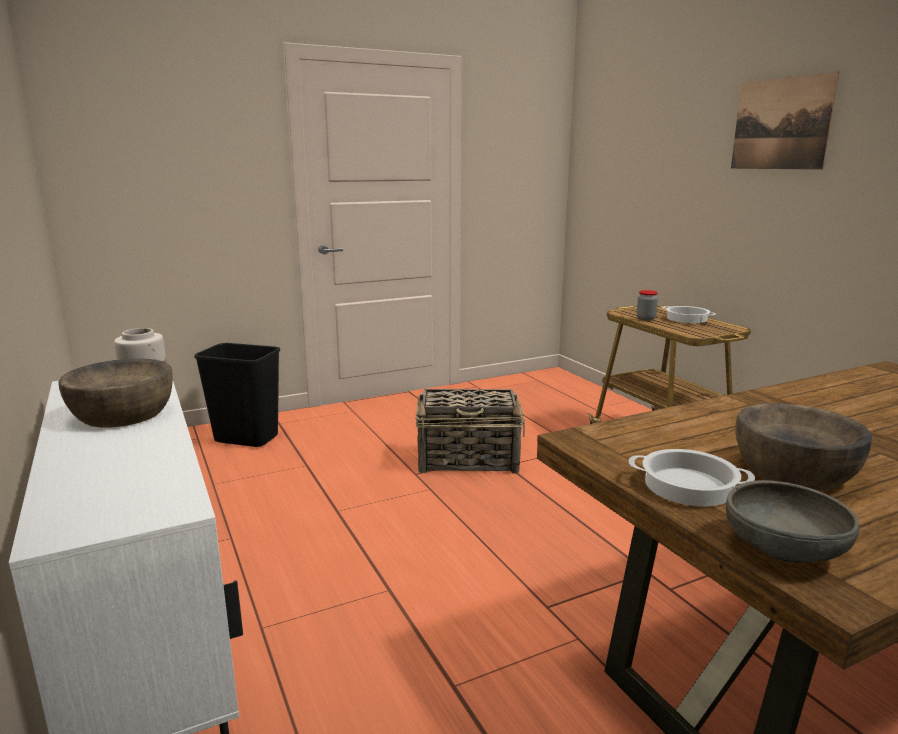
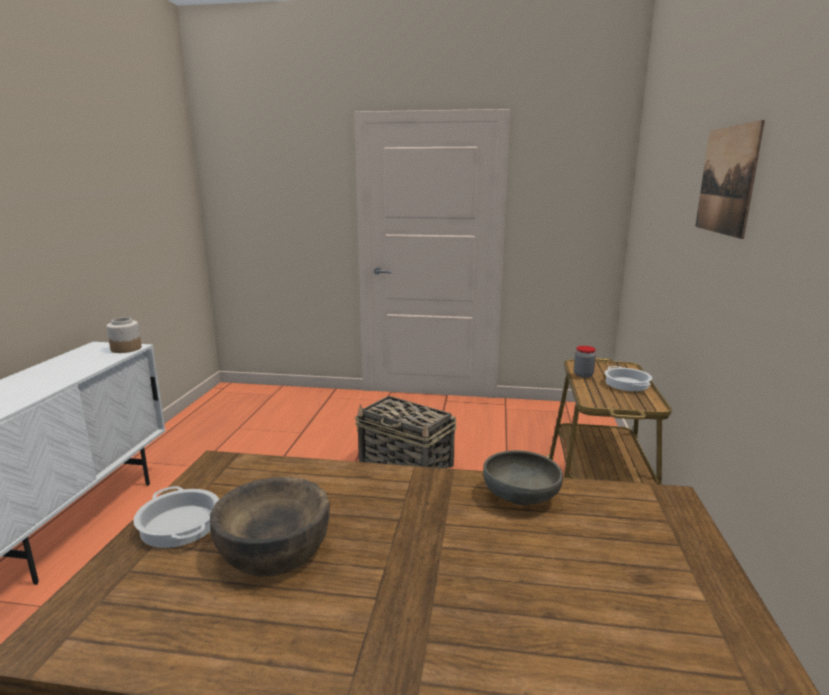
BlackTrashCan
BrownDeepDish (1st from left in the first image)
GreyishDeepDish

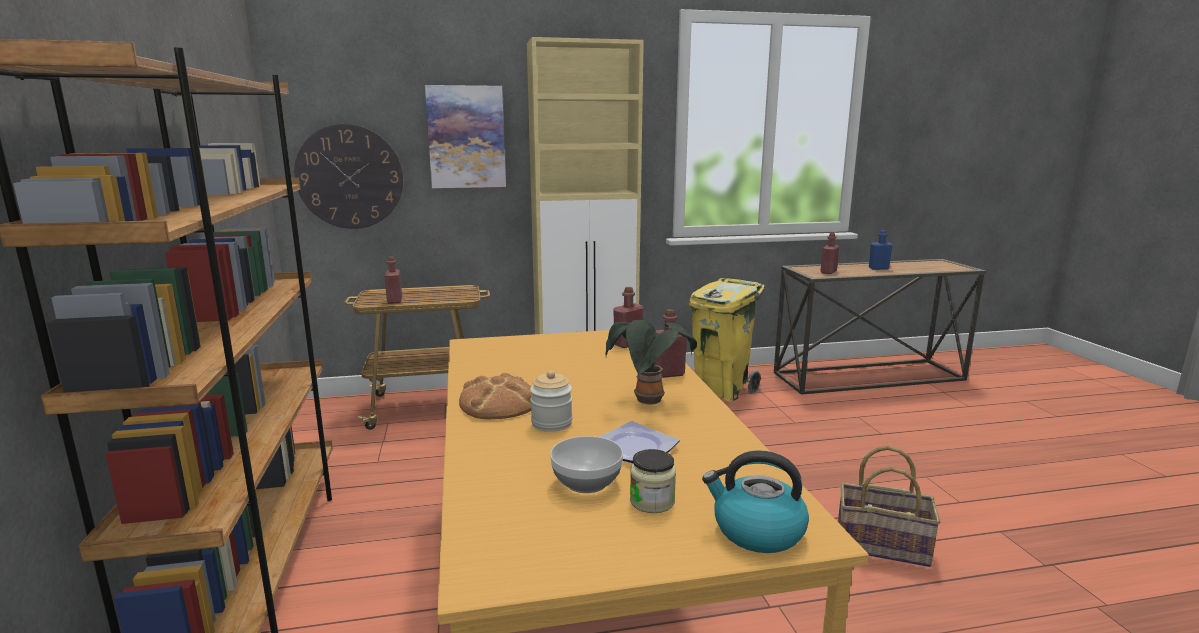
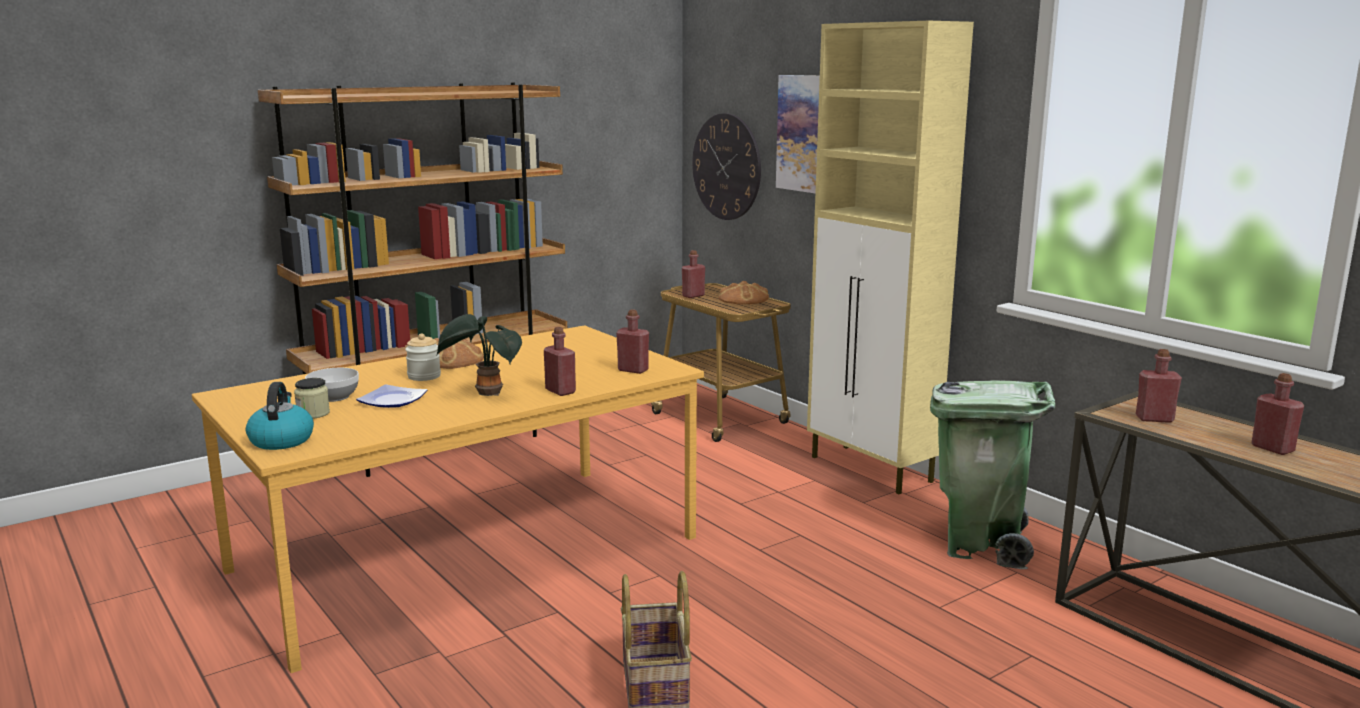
ReddishBottle (5th from left)
GreenColouredTrashCan
BakeryBread (2nd from left)

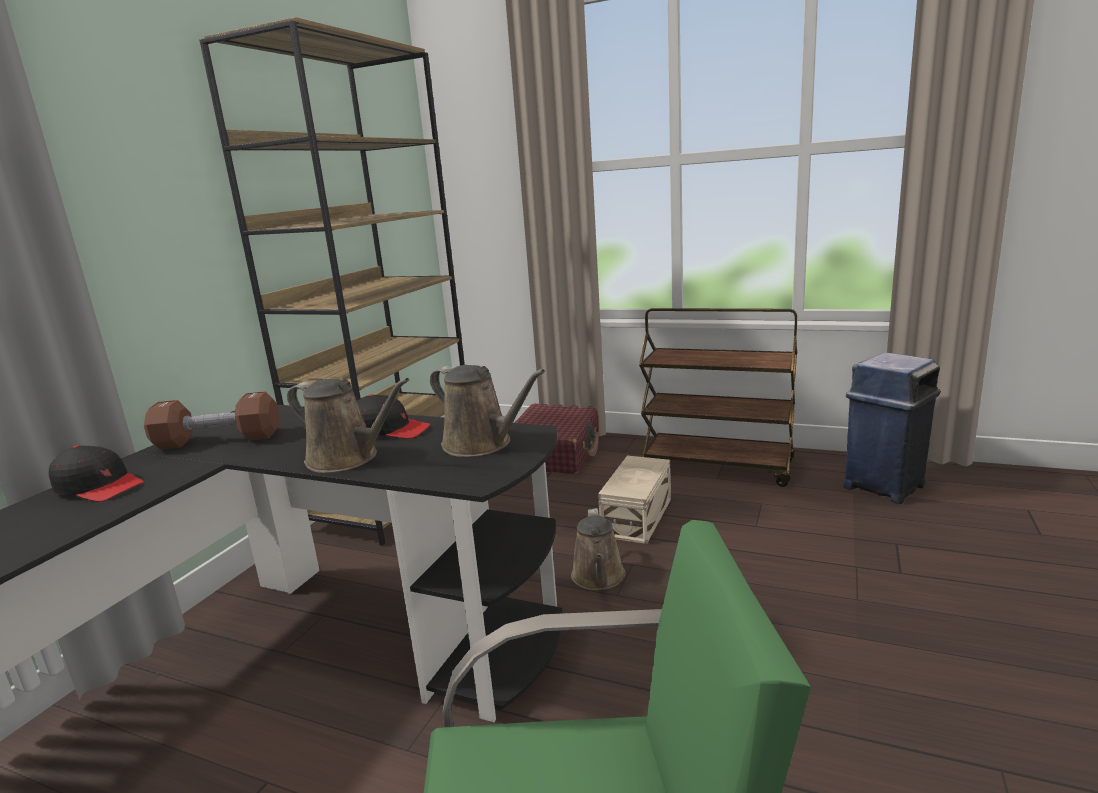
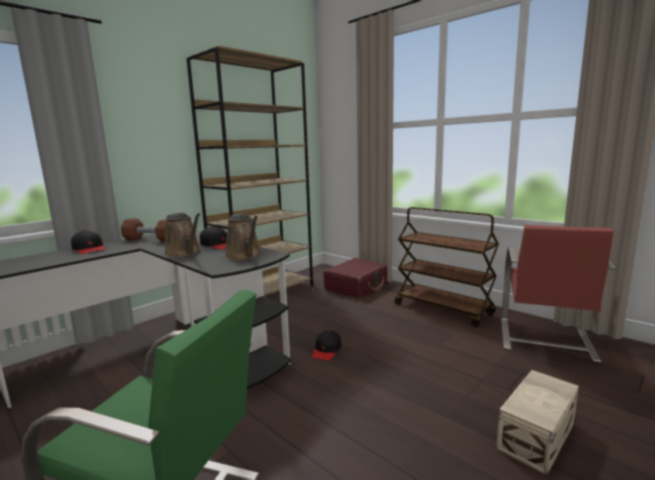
ReddishPlainChair
BeigeColouredStorageBox
BlackCap (3rd from left)

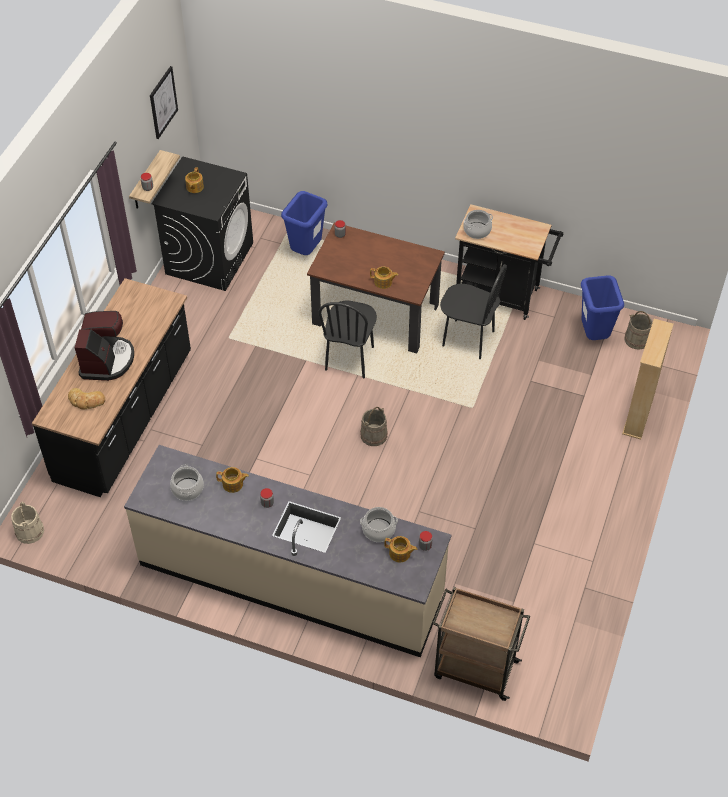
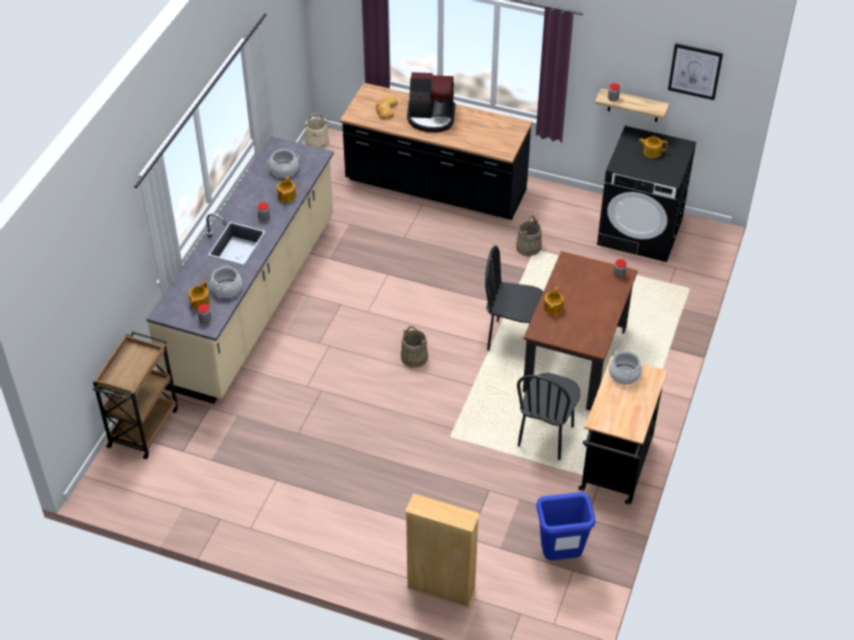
BluishTrashCan (1st from left in the first image)
BeigeColouredWaterBucket (3rd from left)

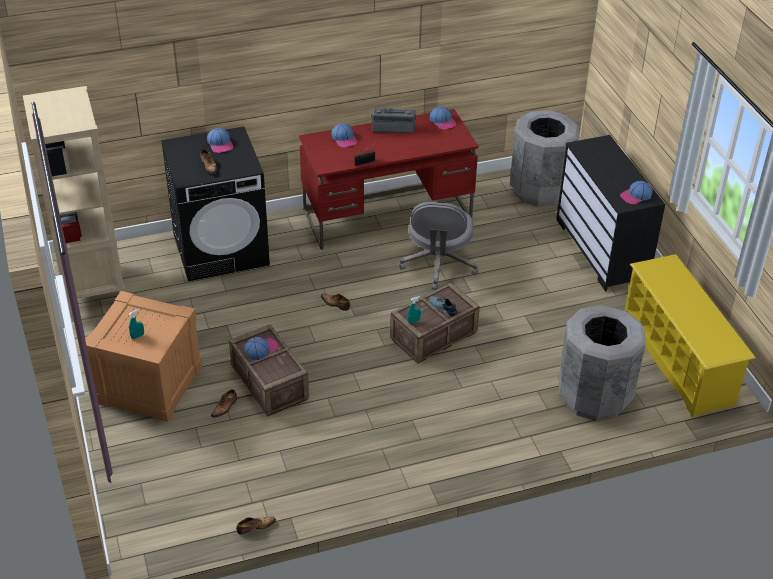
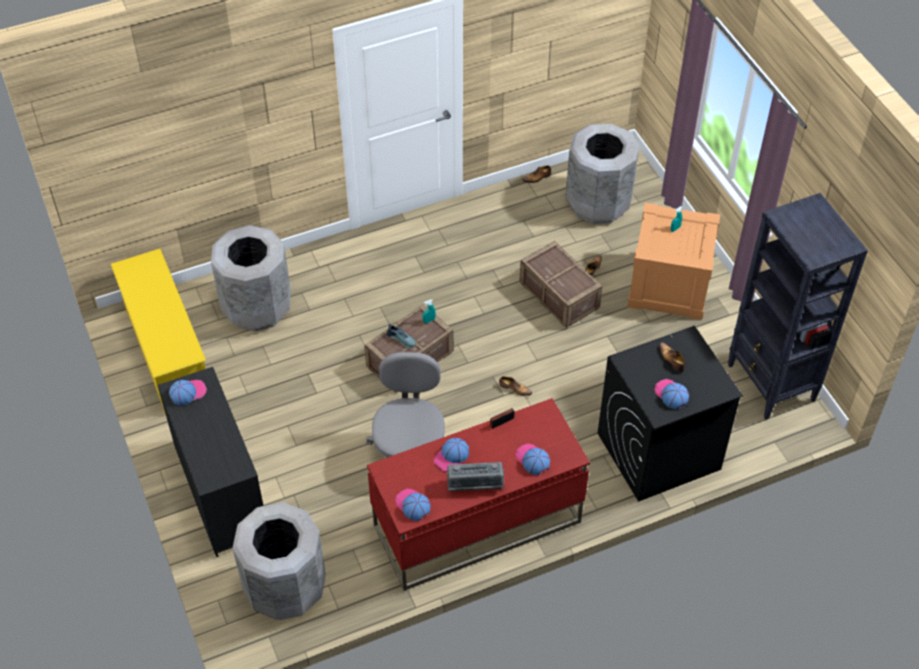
BlackBookcase
Cap (3rd from left)
GreyishTrashCan (3rd from left)

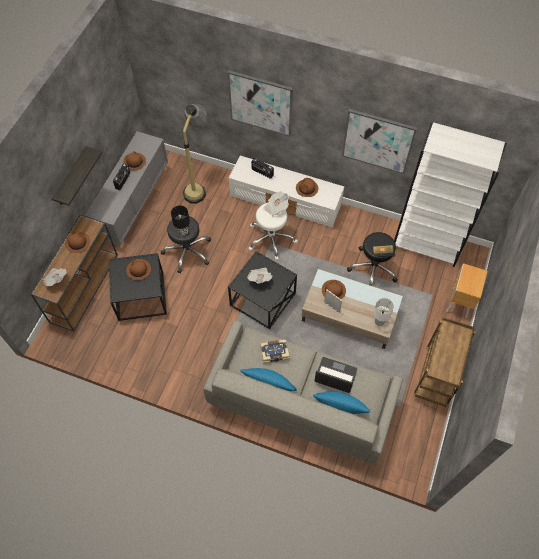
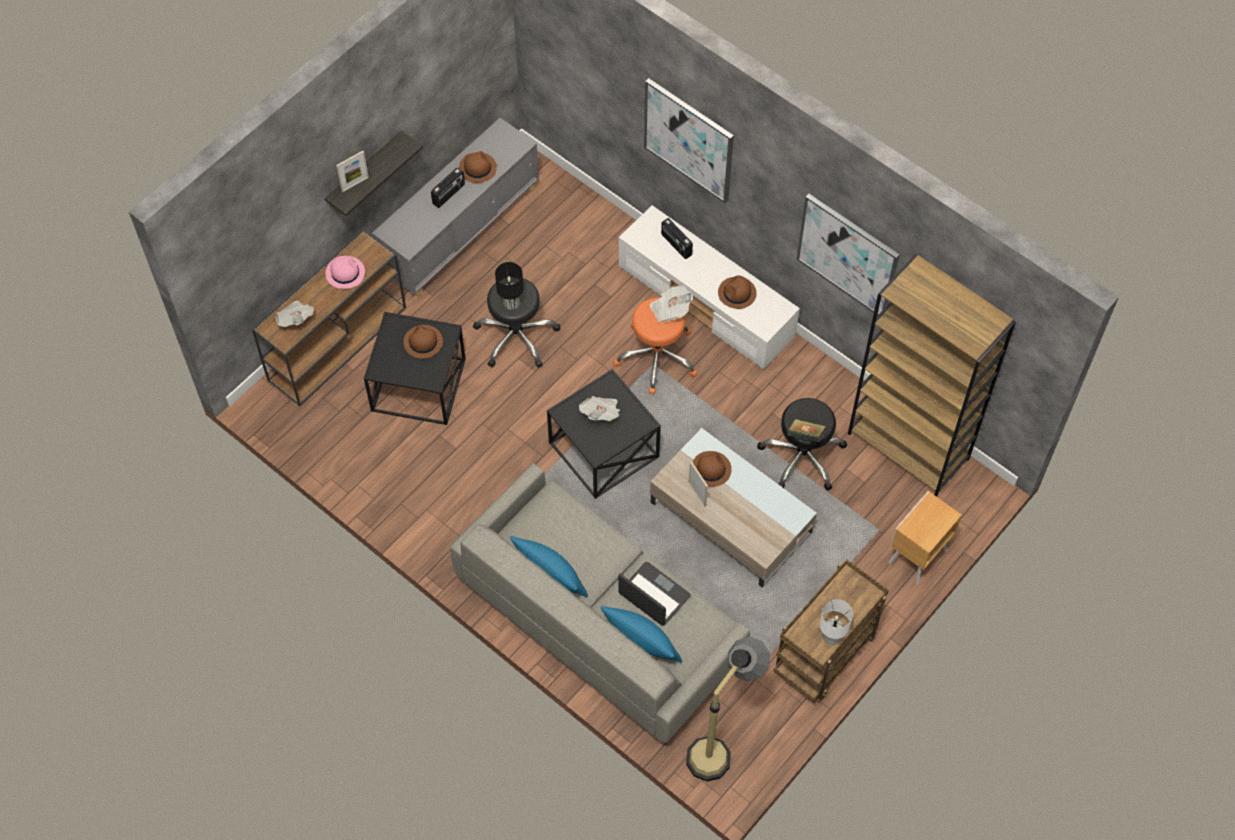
StandingLamp
BrownBookcase
OrangeColouredStoolSeat
PinkColouredClothingHat
WhitishLampForATable
Book (1st from left in the first image)
StandingFrame (1st from left)

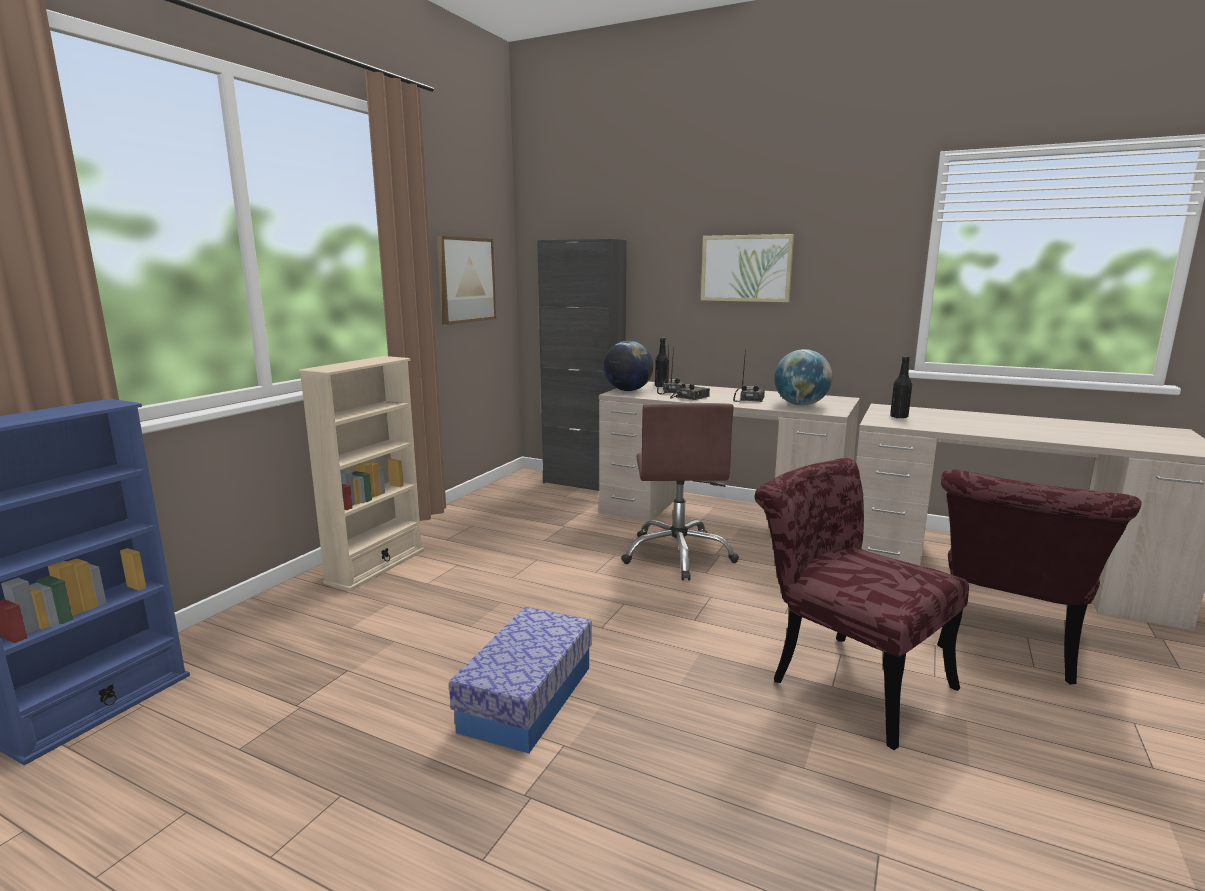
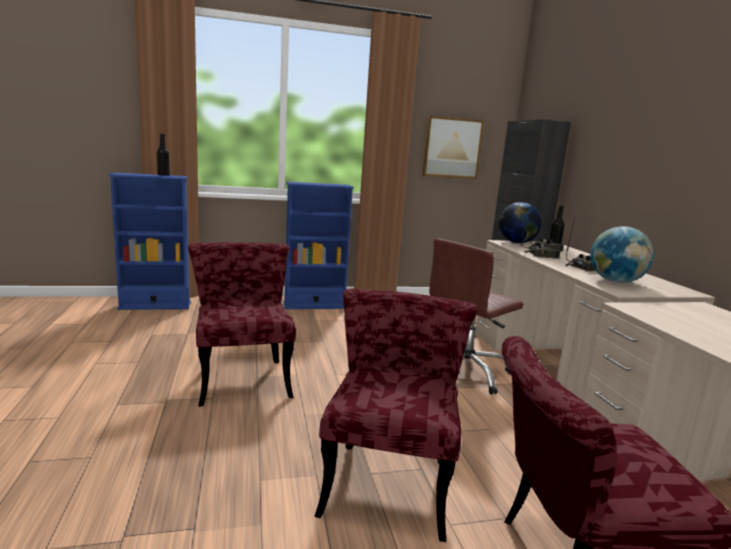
Picture (2nd from left in the first image)
BluishBookcase (2nd from left)
BlackBottle (1st from left)
ReddishPlainChair (1st from left)

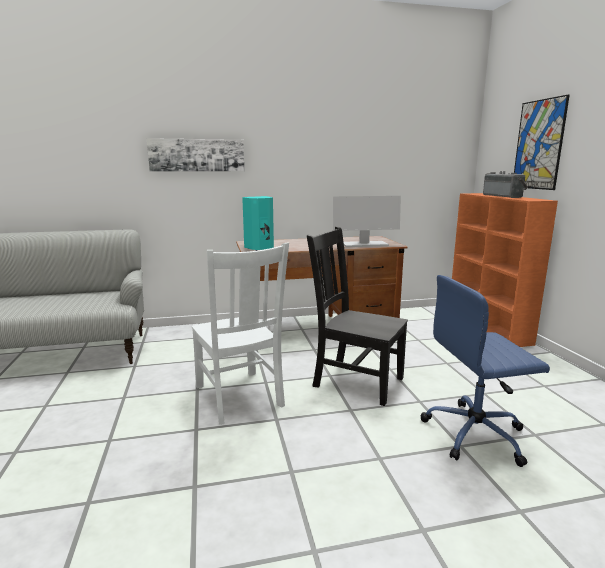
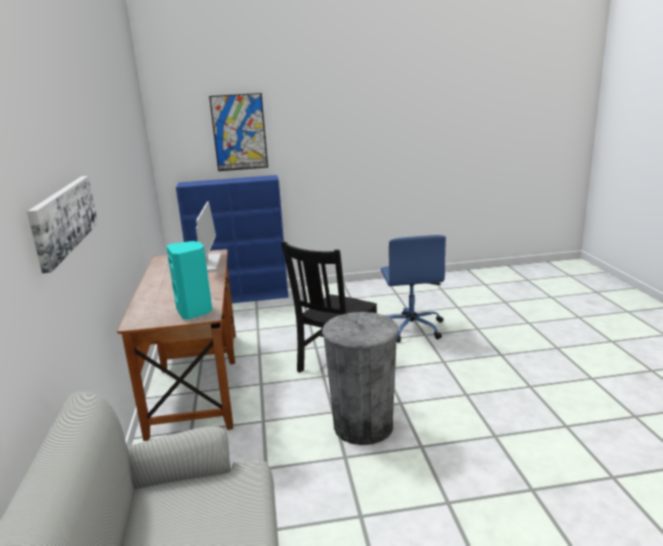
RadioReceiver
BluishBookcase
GreyishTrashCan

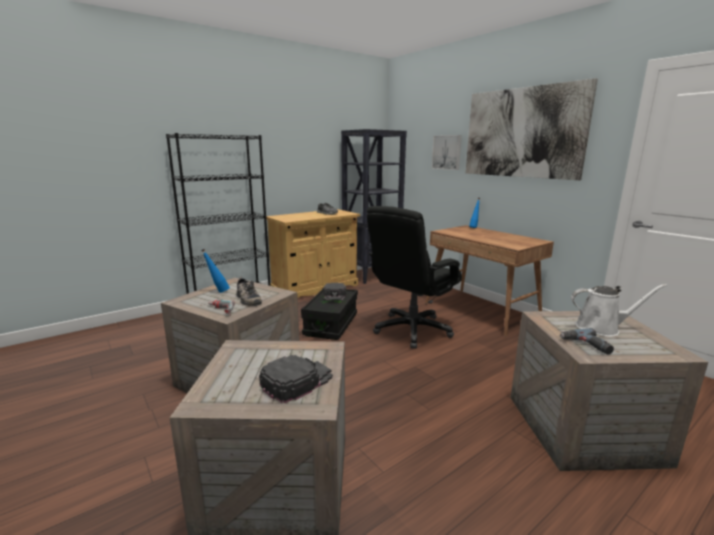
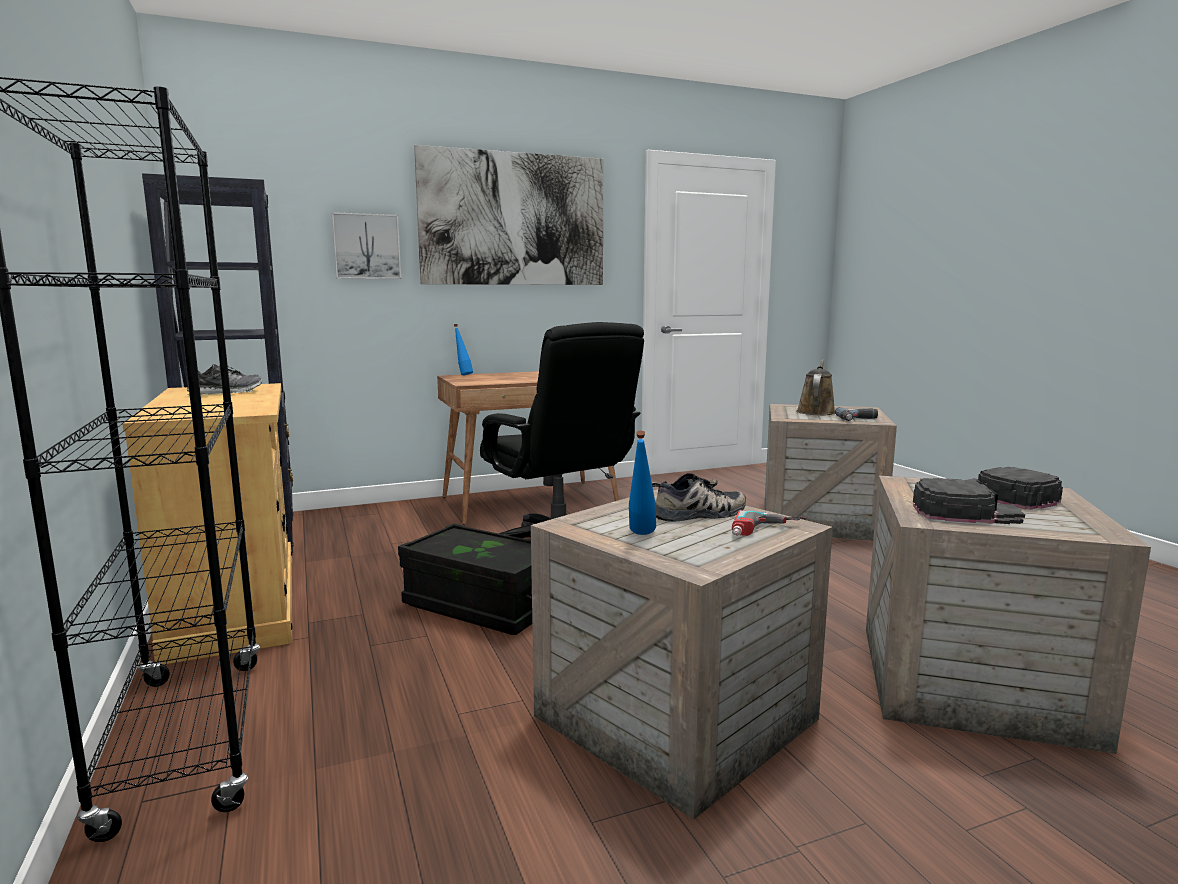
BlackCap (1st from left)
BrownWateringPot

